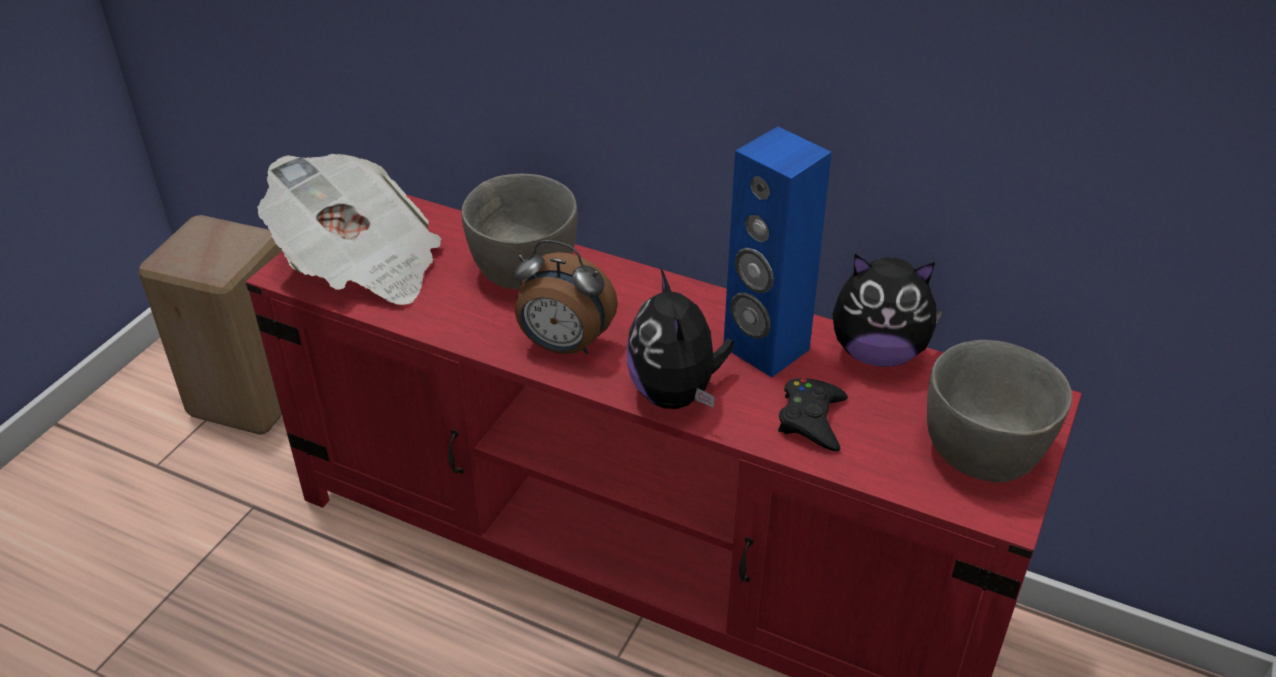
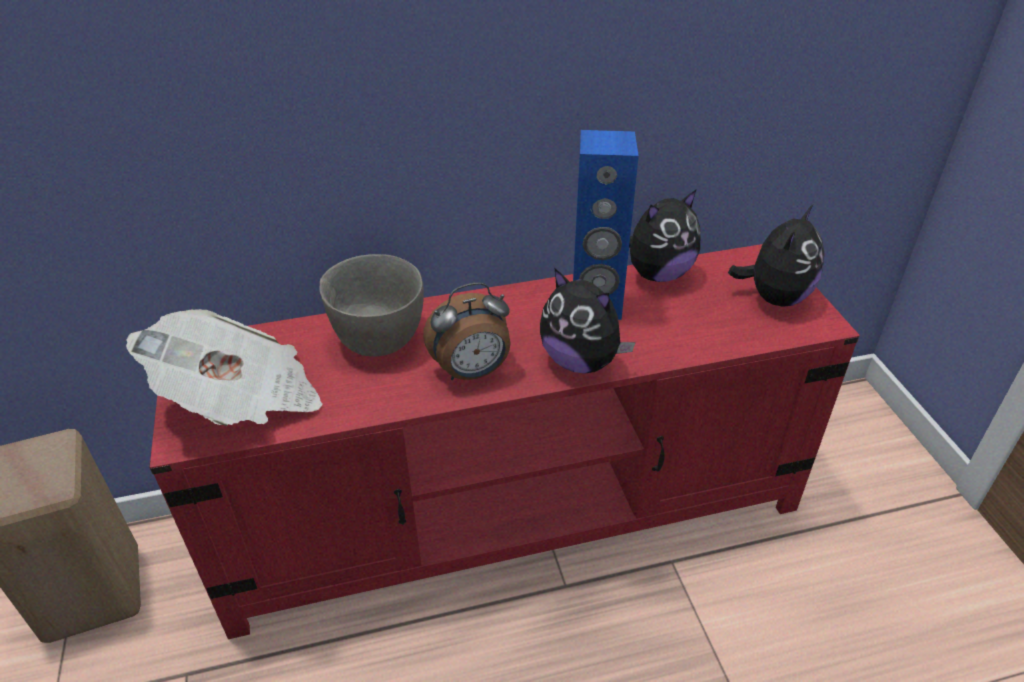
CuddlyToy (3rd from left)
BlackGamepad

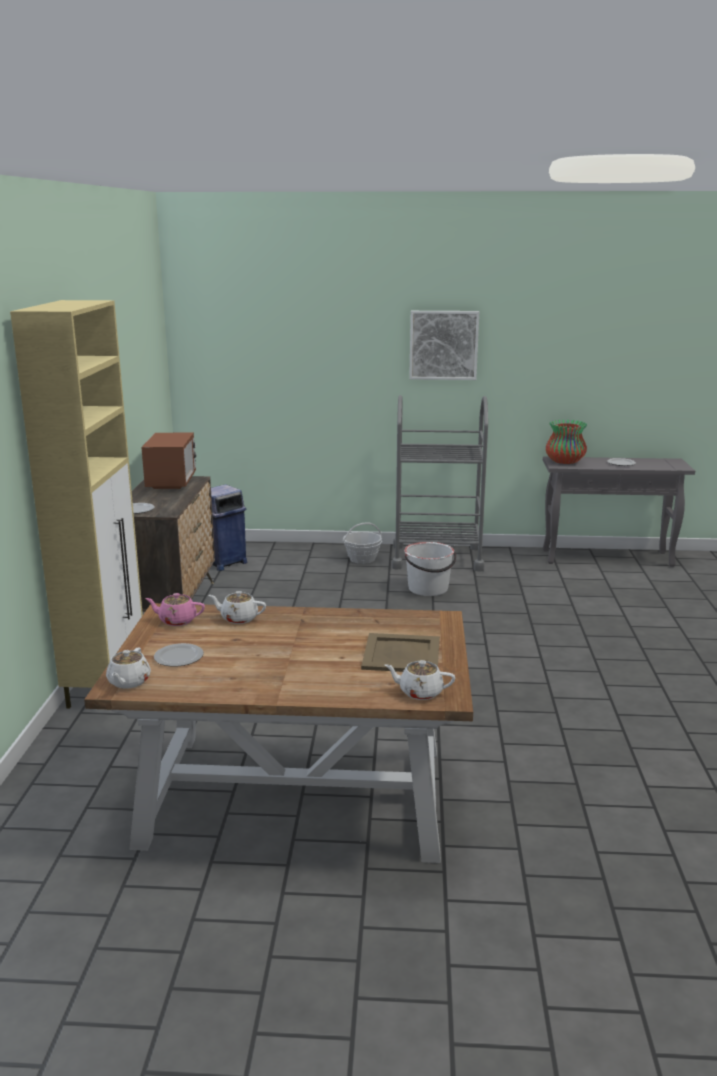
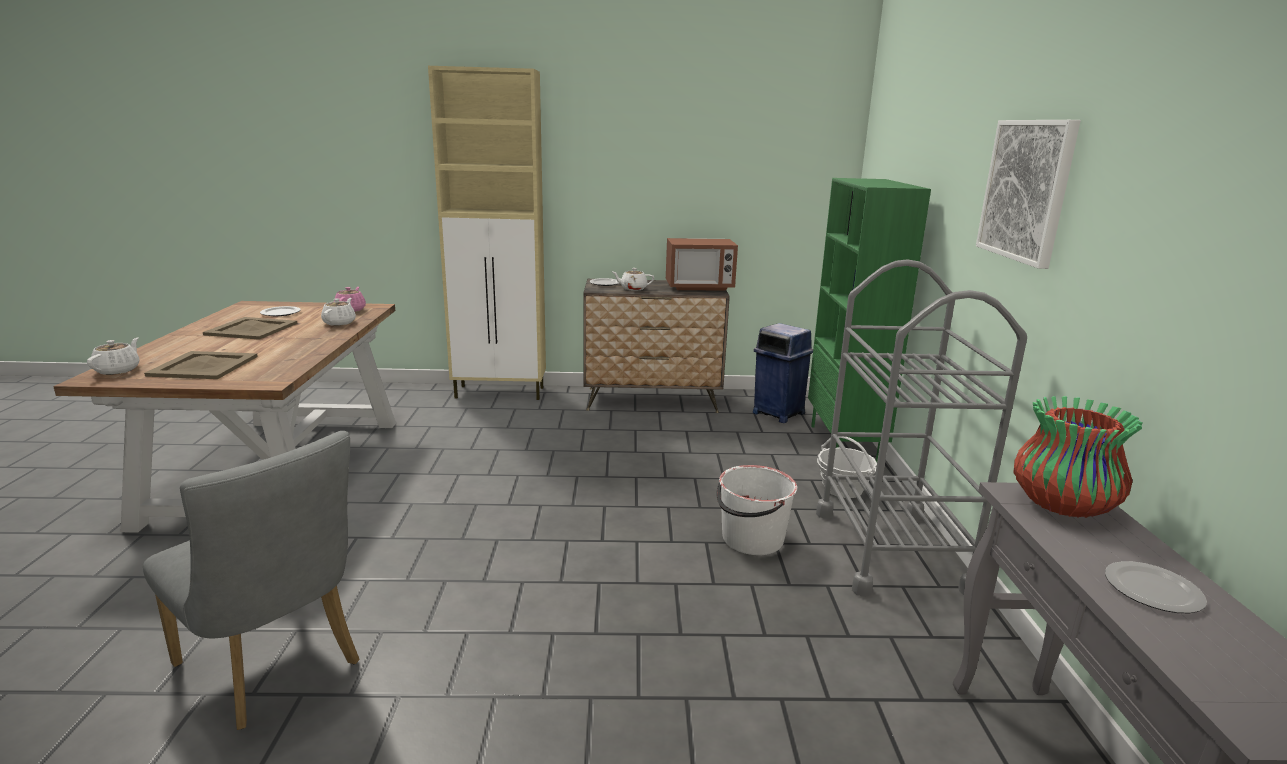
WhitishTeapot (3rd from left)
GreenColouredBookcase
BeigeColouredTray (2nd from left)
GreyishPlainChair

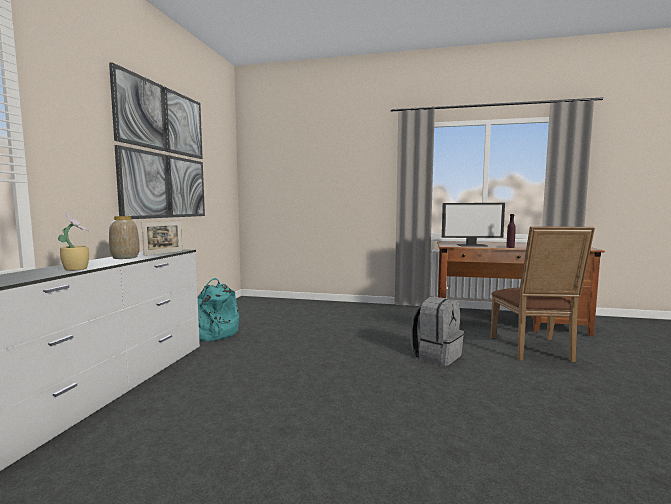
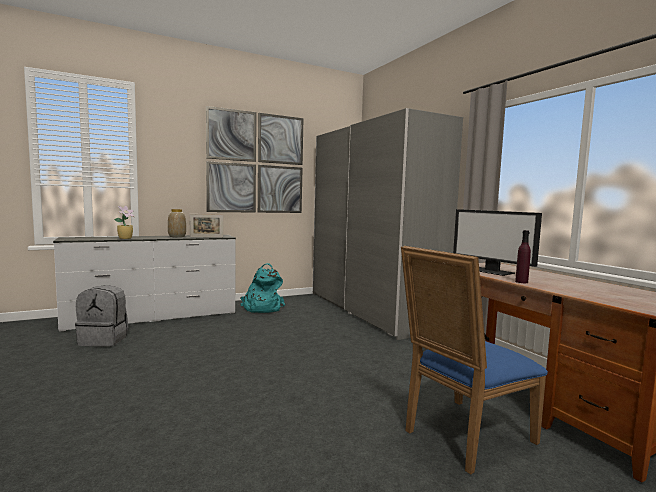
BluishPlainChair
GreyishBackpack
GreyishArmoire

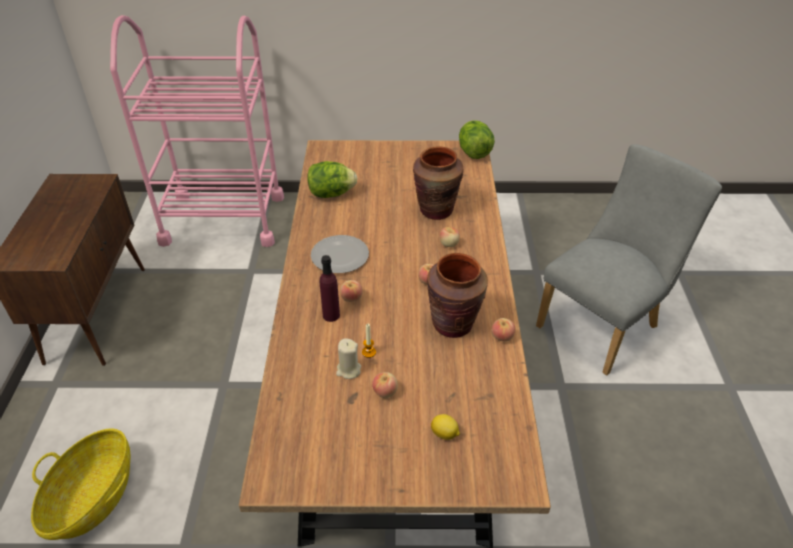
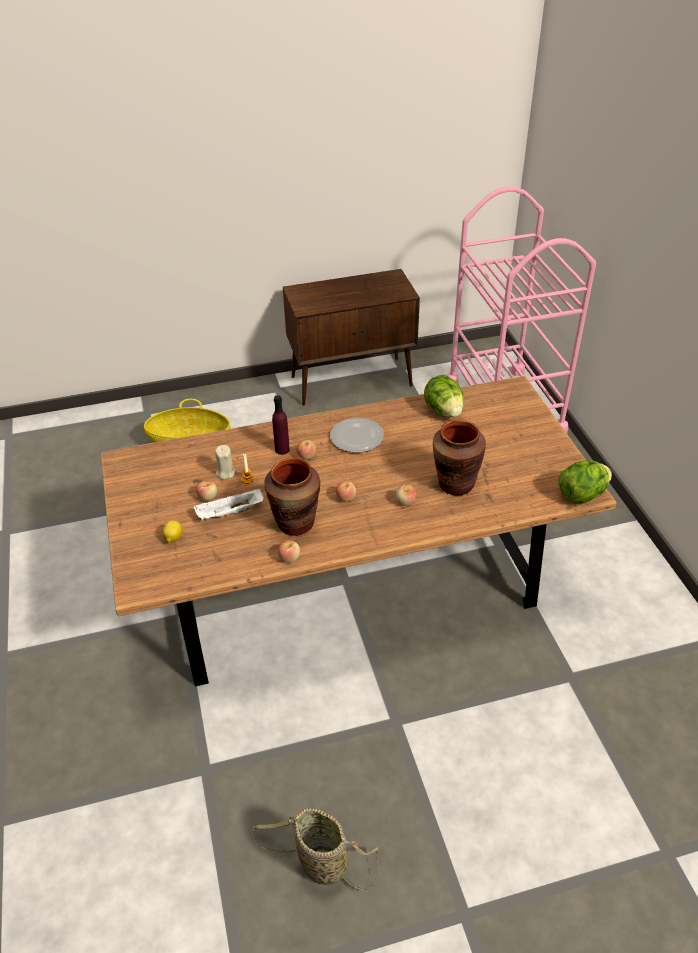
GreyishPlainChair
WhitishTray
Basket (2nd from left)

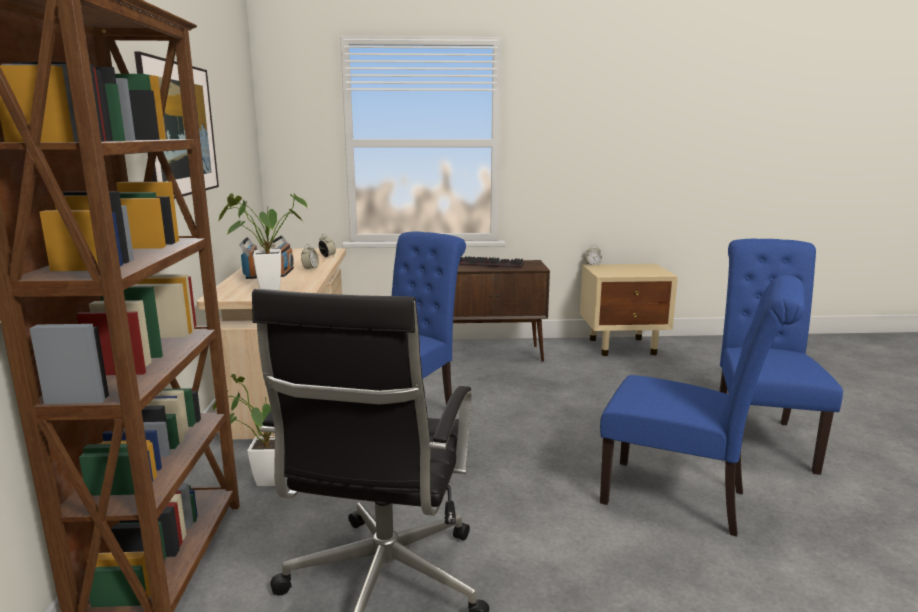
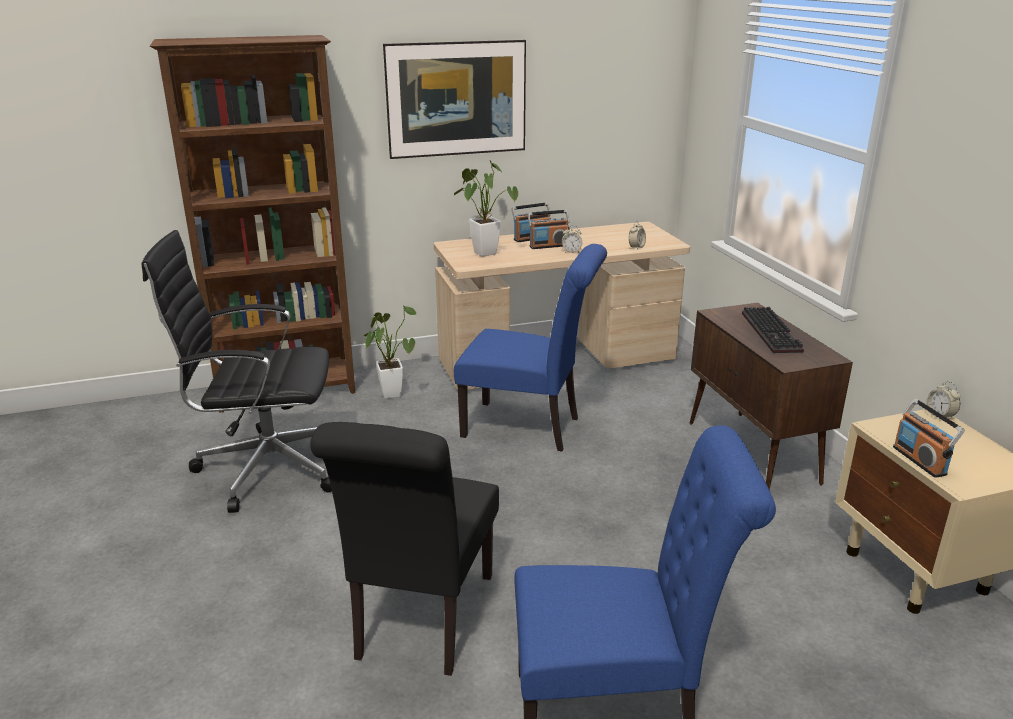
BlackPlainChair
RadioReceiver (3rd from left)

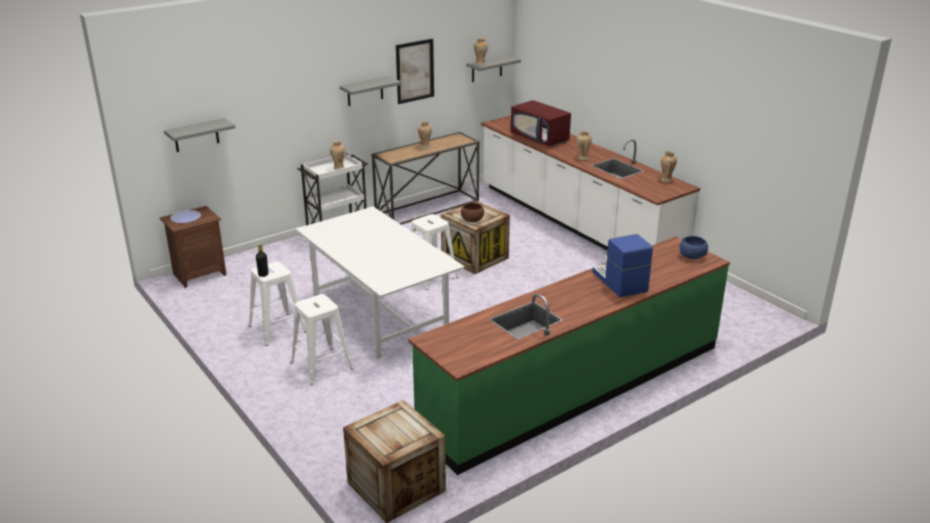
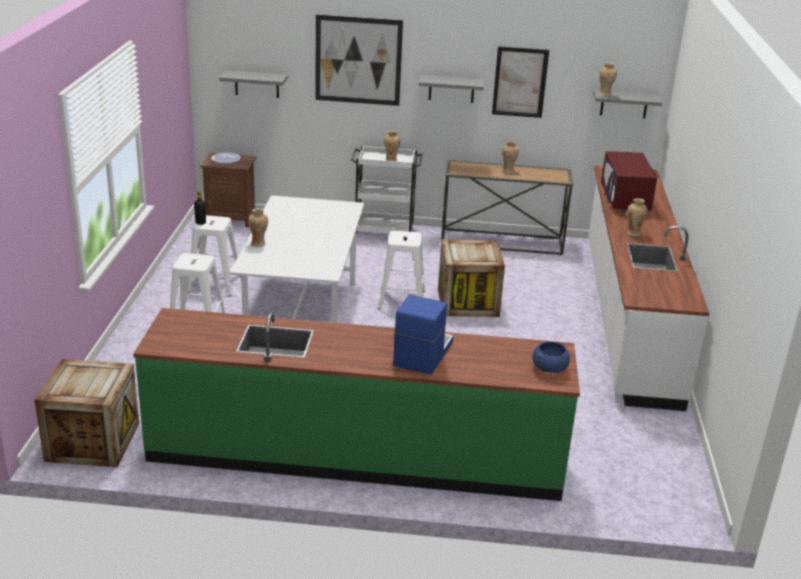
FlowerVase (1st from left)
BrownDeepDish
Picture (1st from left)

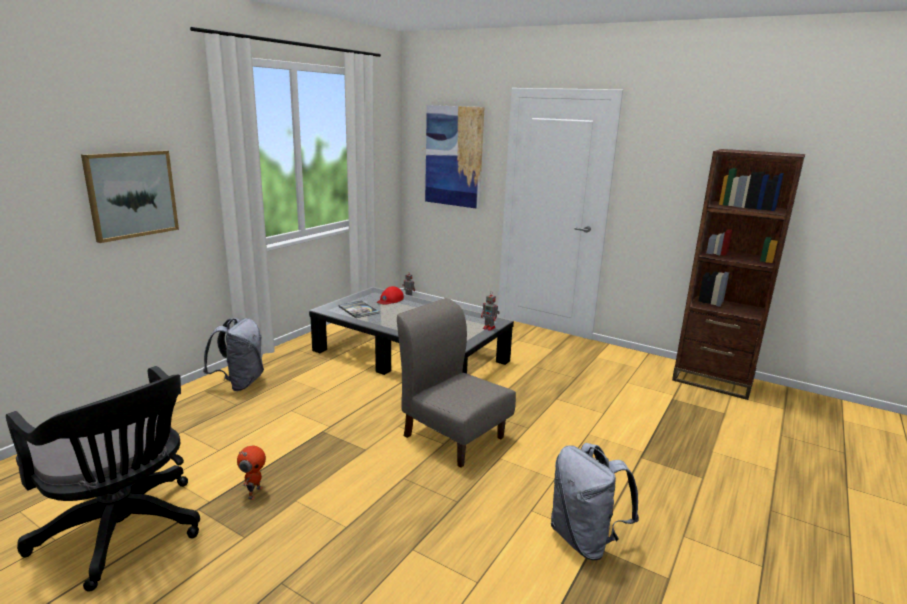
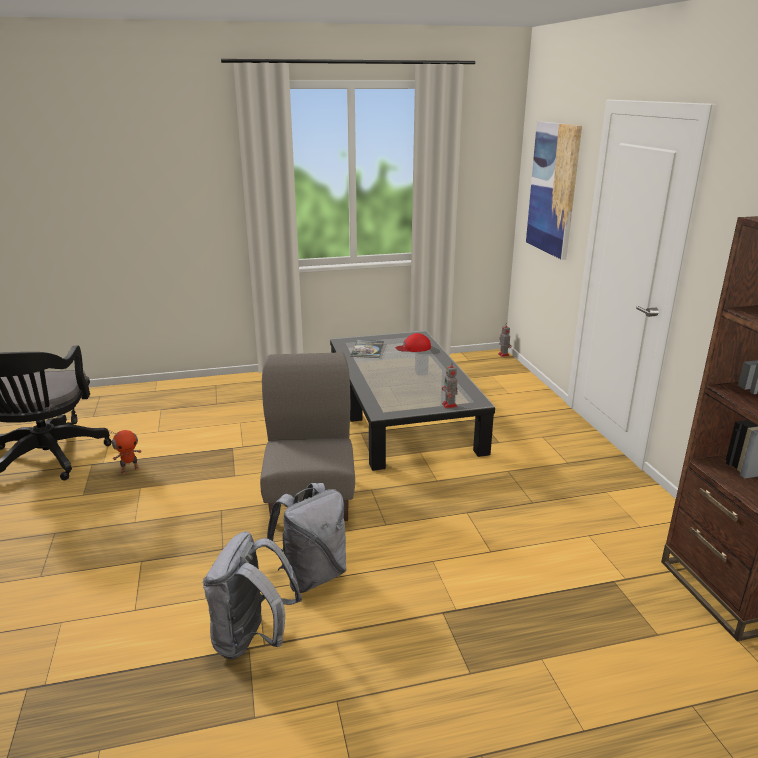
Picture (1st from left in the first image)
GreyishBackpack (2nd from left)

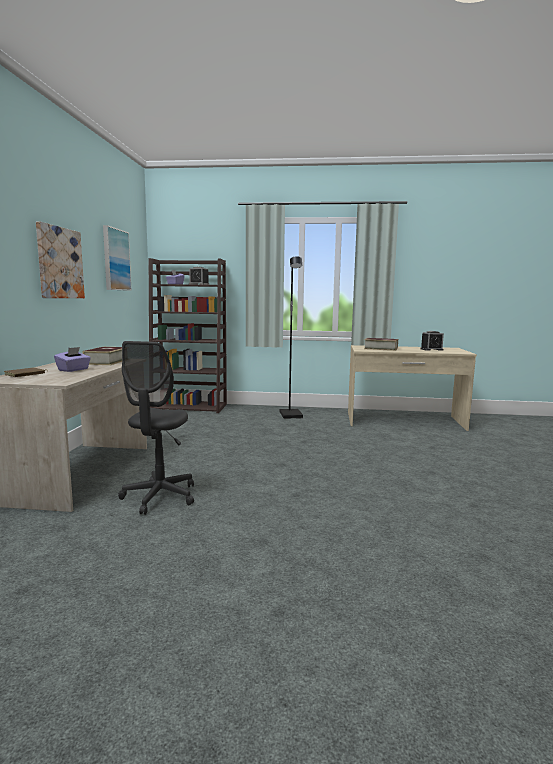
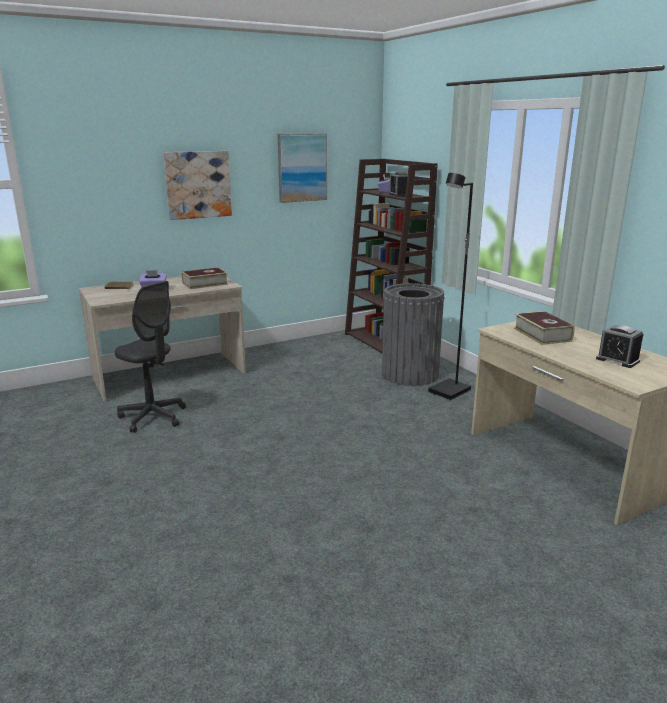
GreyishComputerChair
GreyishTrashCan

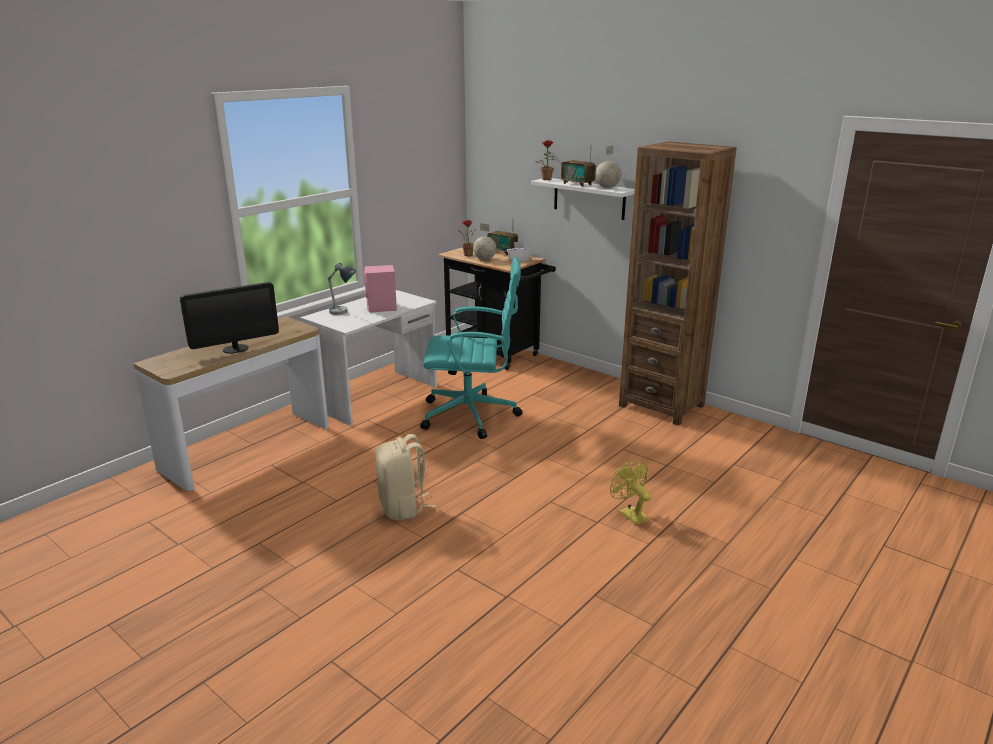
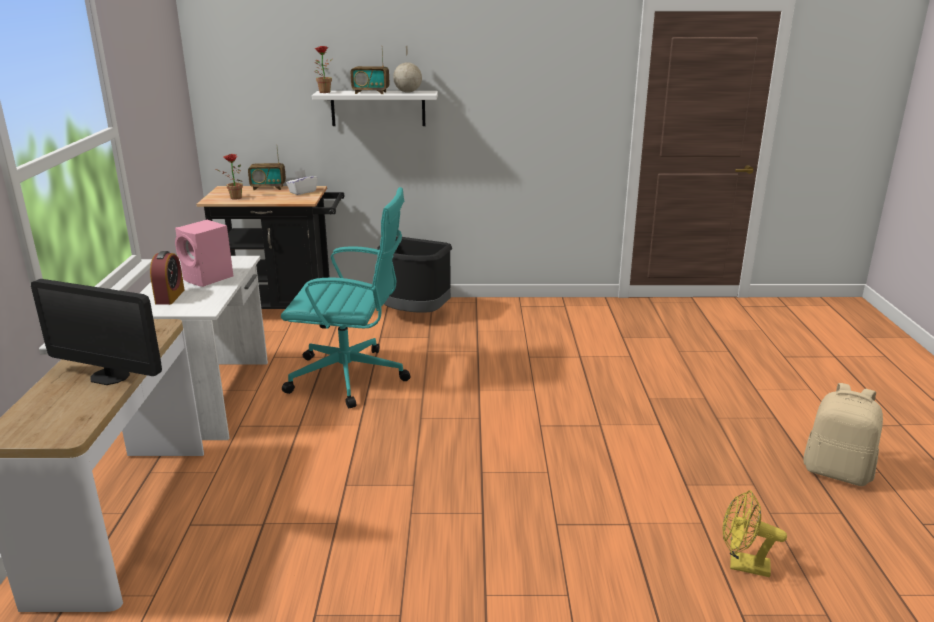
BrownBookcase
WorldGlobe (1st from left in the first image)
TurquoiseComputerChair
BedsideClock
ComputerScreen
BeigeColouredBackpack
YellowFan
BlackTrashCan

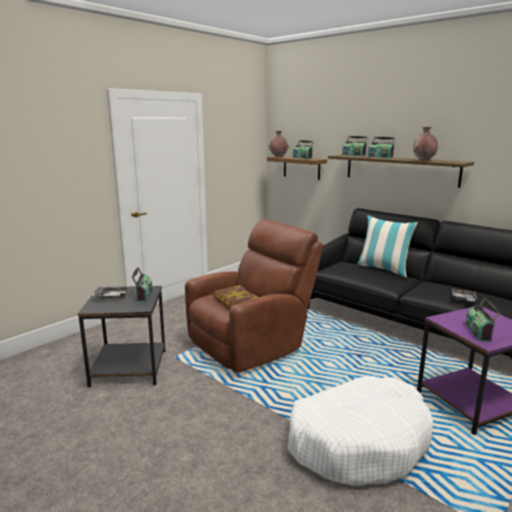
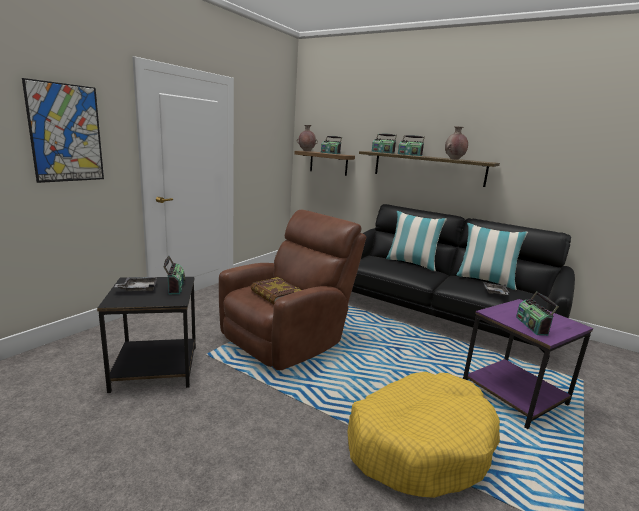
YellowPetBed
Picture
ThrowPillow (2nd from left)

